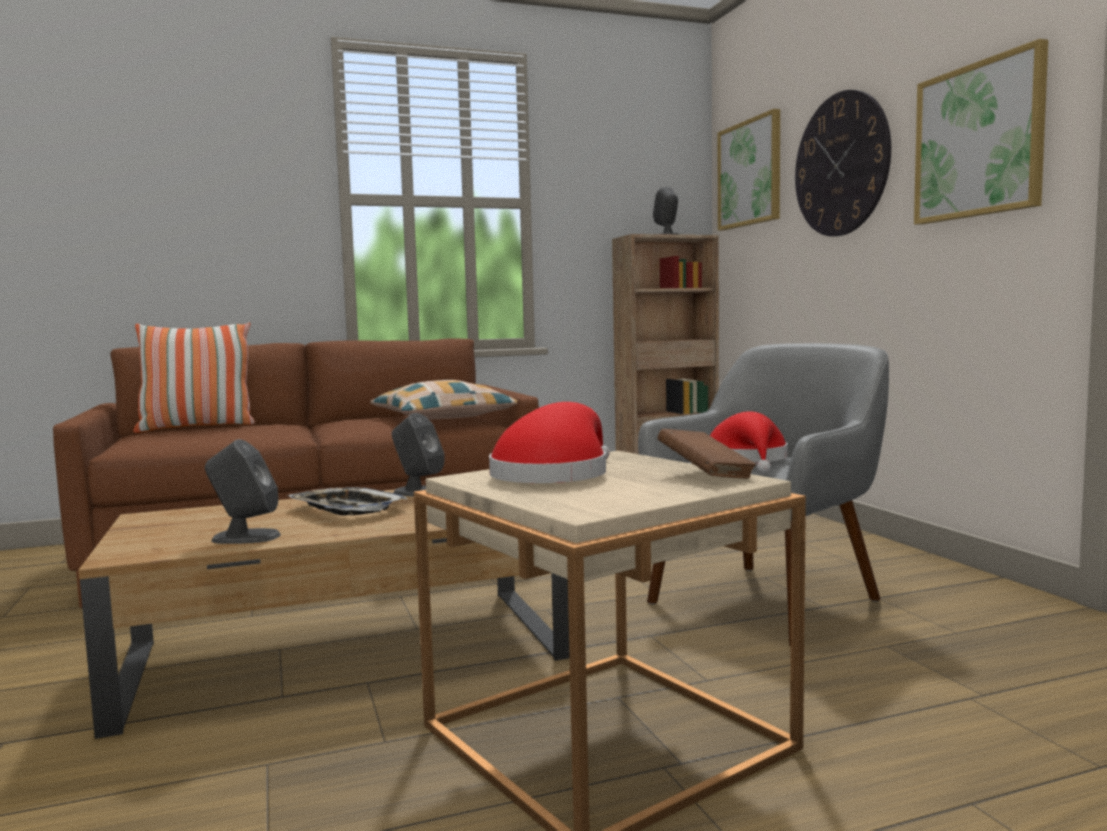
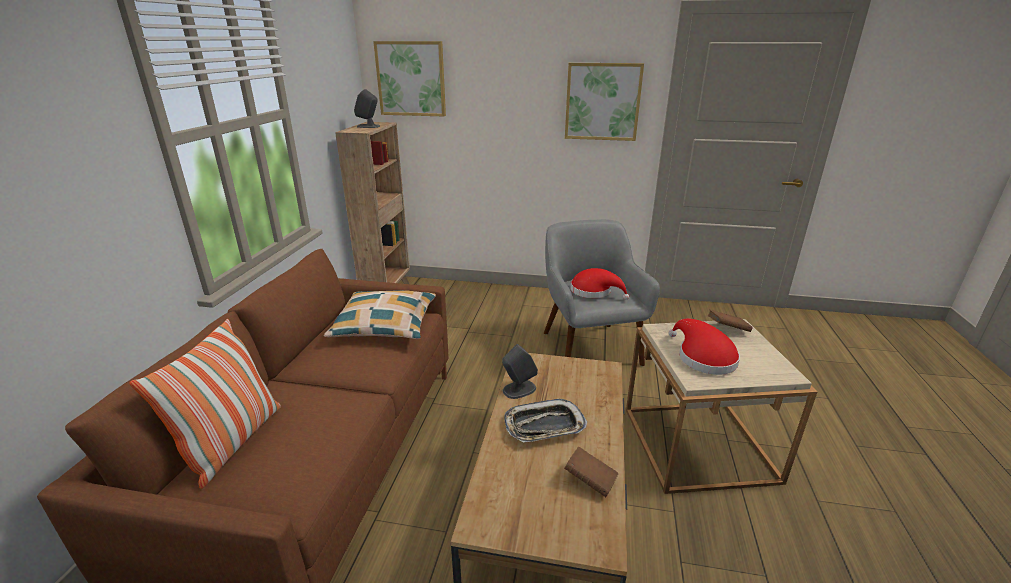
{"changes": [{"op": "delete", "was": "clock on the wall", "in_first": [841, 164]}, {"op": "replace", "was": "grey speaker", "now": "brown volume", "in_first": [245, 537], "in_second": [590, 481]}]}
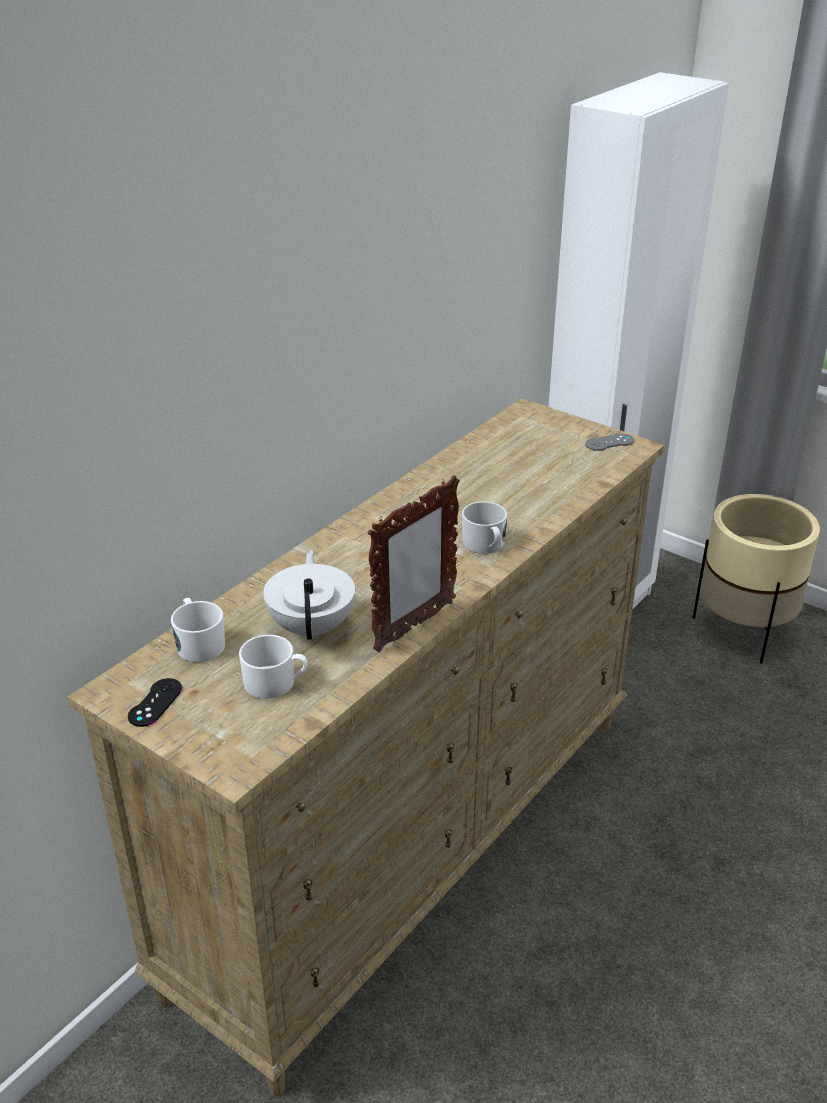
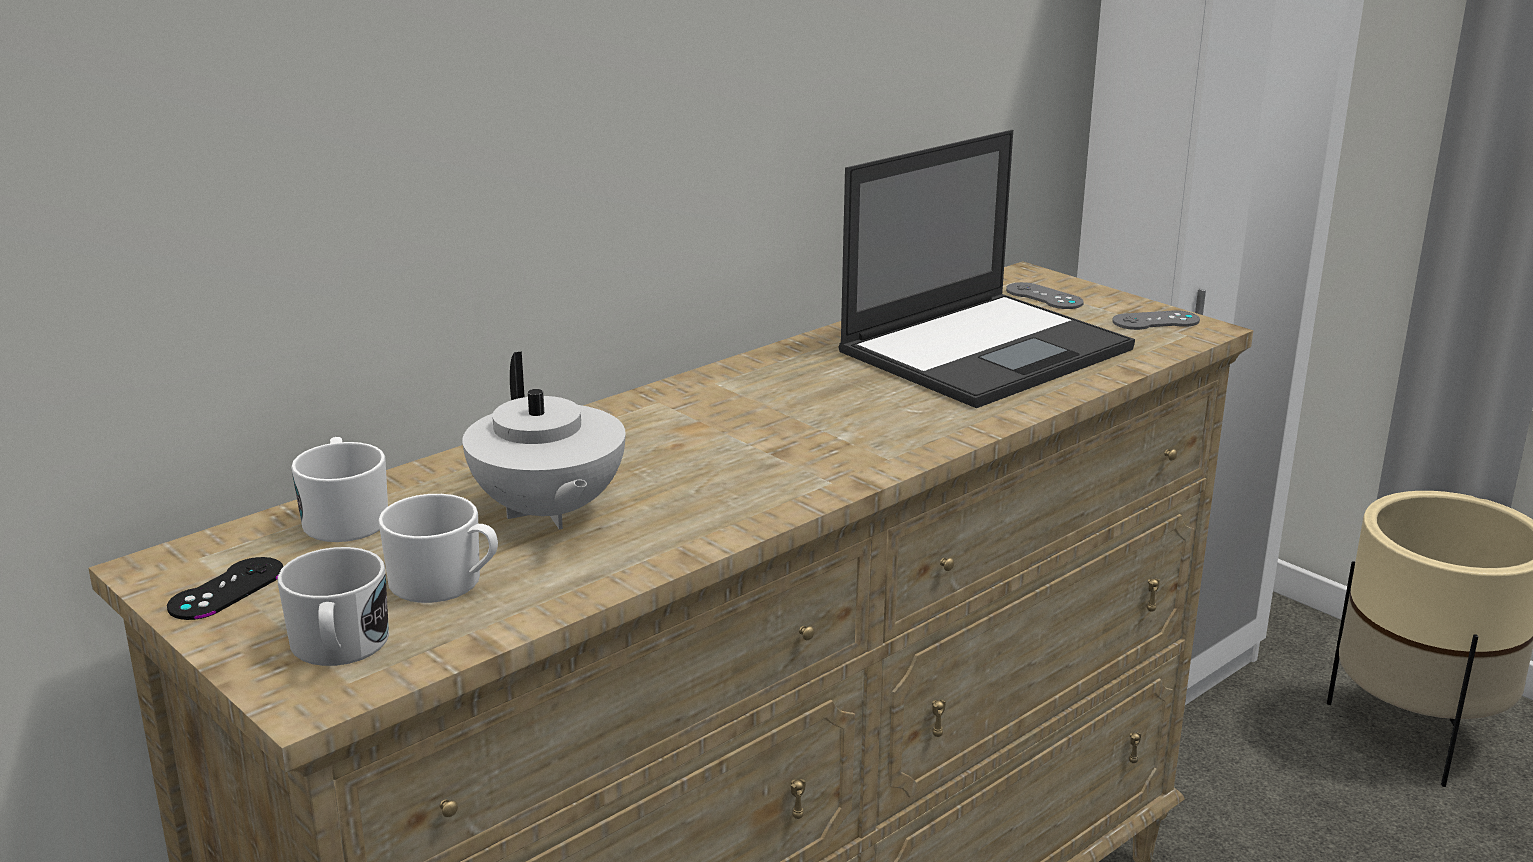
{"changes": [{"op": "delete", "was": "standing frame", "in_first": [414, 626]}, {"op": "move", "was": "white tea mug", "in_first": [485, 545], "in_second": [338, 648]}, {"op": "rotate", "was": "white teapot", "in_first": [312, 627], "in_second": [547, 512], "clockwise": 150}, {"op": "insert", "now": "laptop", "in_second": [987, 349]}, {"op": "insert", "now": "grey game controller", "in_second": [1044, 296]}]}
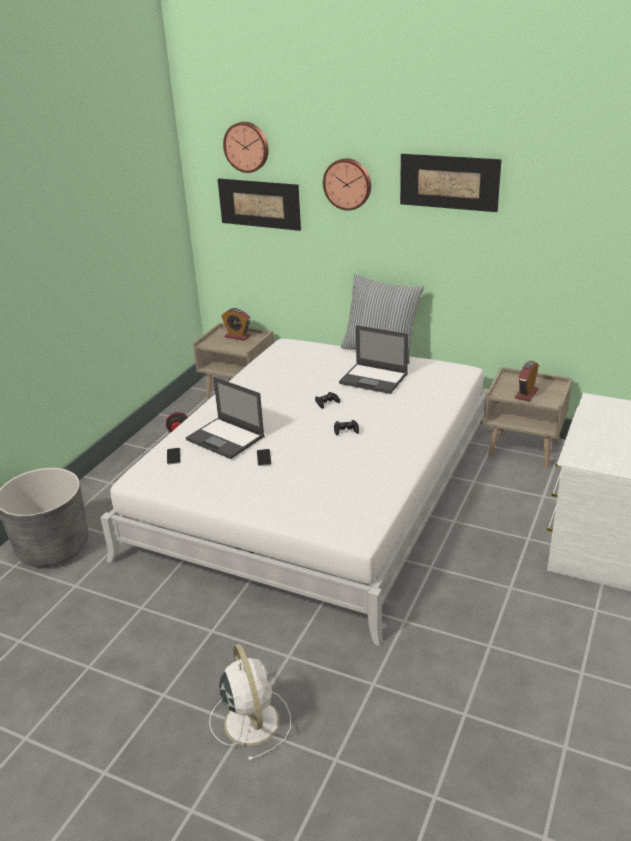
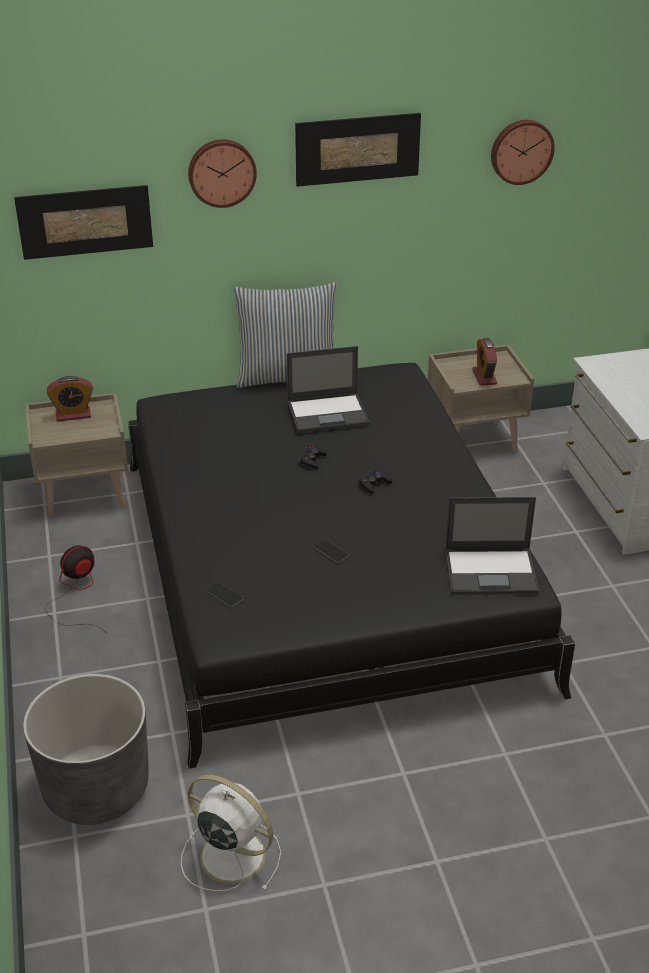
{"changes": [{"op": "move", "was": "clock on the wall", "in_first": [247, 146], "in_second": [521, 151]}, {"op": "recolor", "was": "white sleeping bed", "now": "blackish sleeping bed", "in_first": [318, 488], "in_second": [324, 570]}, {"op": "move", "was": "laptop", "in_first": [226, 438], "in_second": [492, 571]}, {"op": "move", "was": "white cooling fan", "in_first": [251, 720], "in_second": [230, 854]}]}
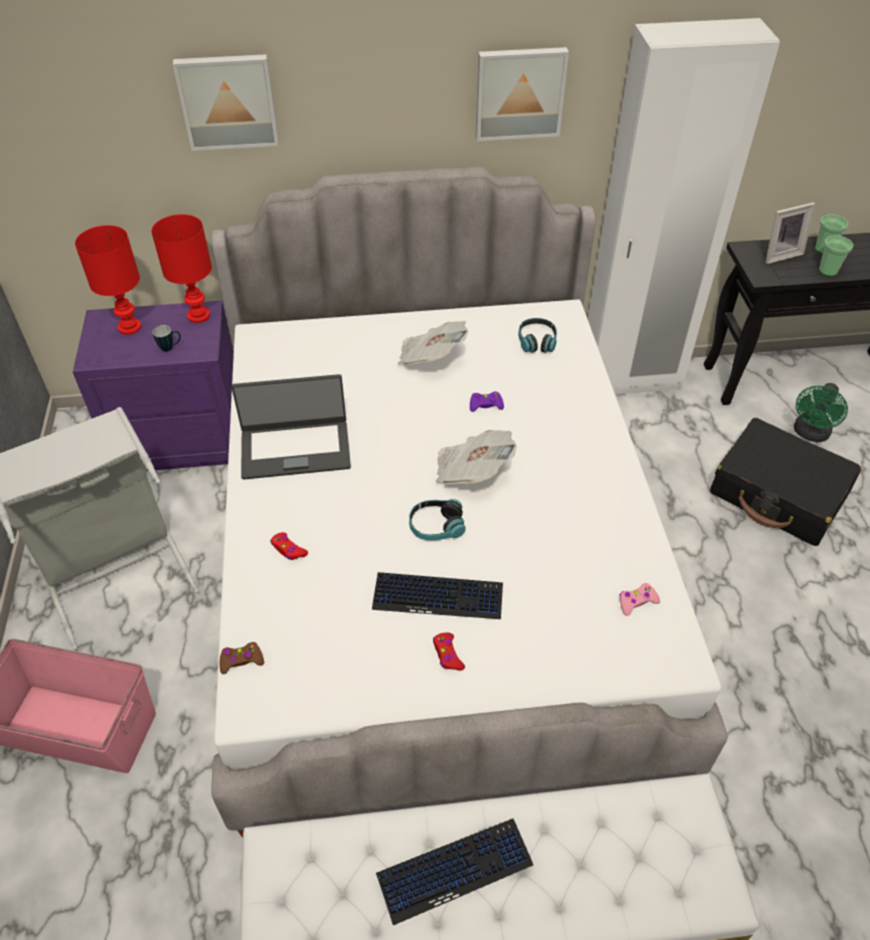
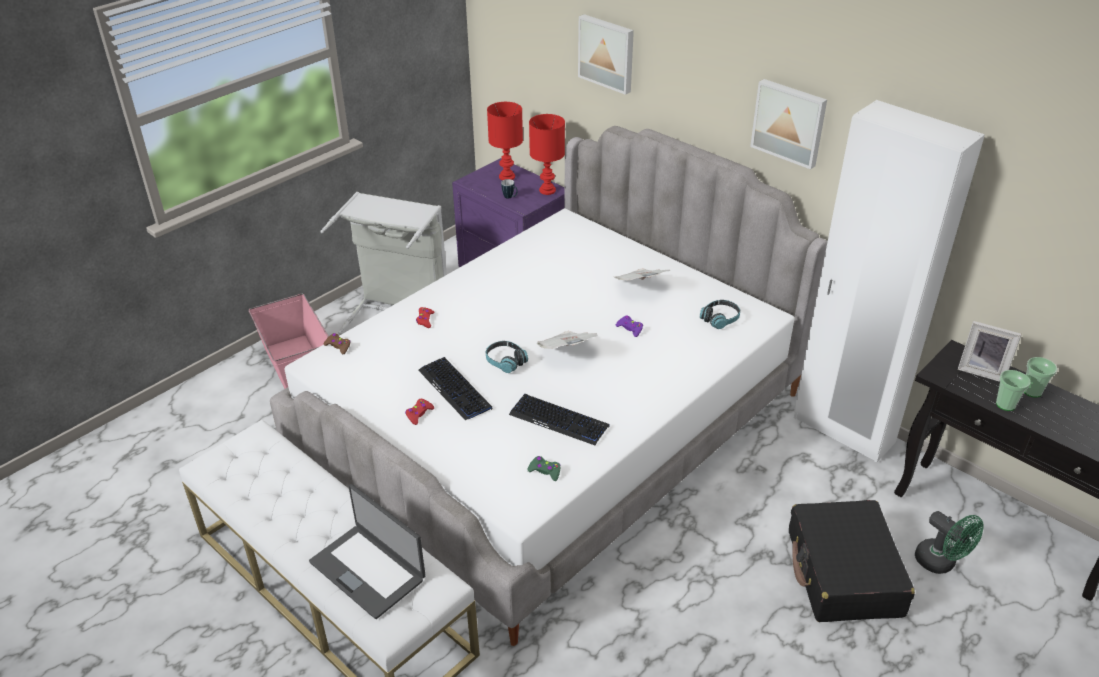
{"changes": [{"op": "move", "was": "laptop", "in_first": [295, 449], "in_second": [368, 570]}, {"op": "rotate", "was": "greenish cooling fan", "in_first": [810, 434], "in_second": [941, 563], "clockwise": -120}, {"op": "recolor", "was": "pink game controller", "now": "greenish game controller", "in_first": [636, 602], "in_second": [545, 471]}, {"op": "move", "was": "computer keyboard", "in_first": [454, 869], "in_second": [559, 420]}]}
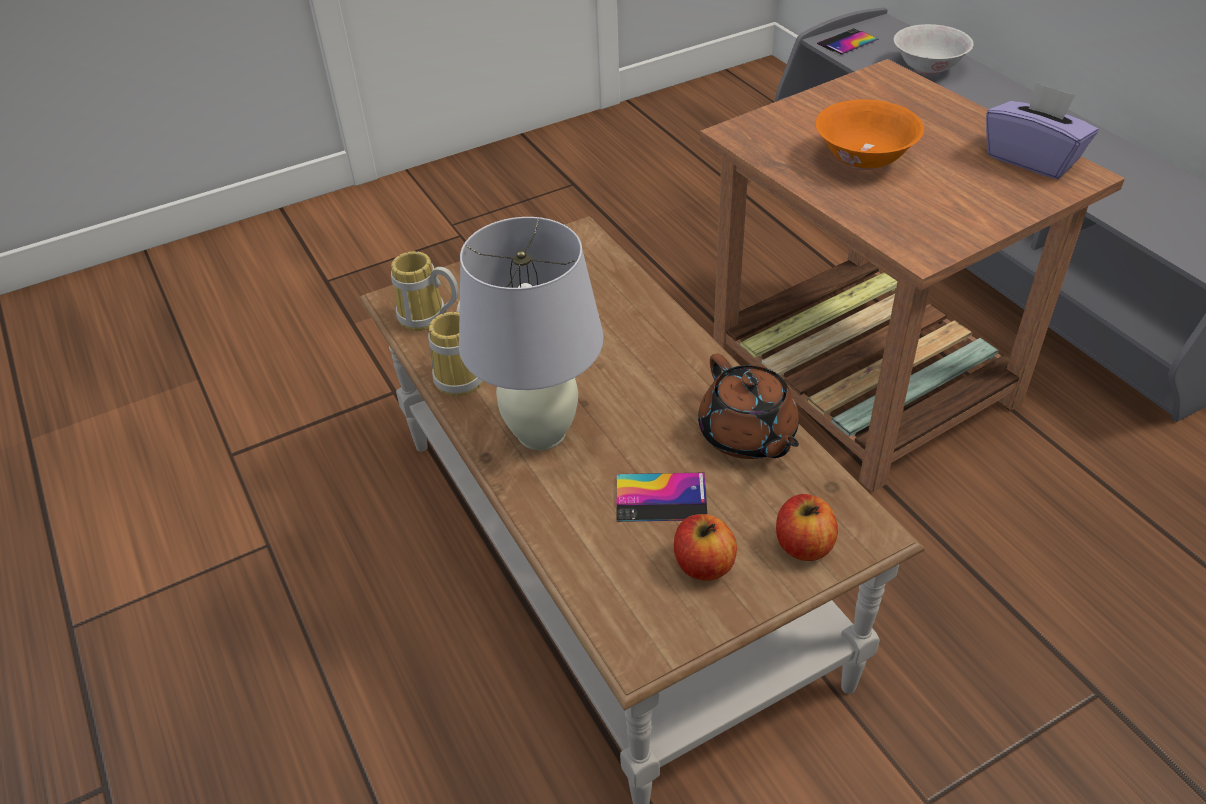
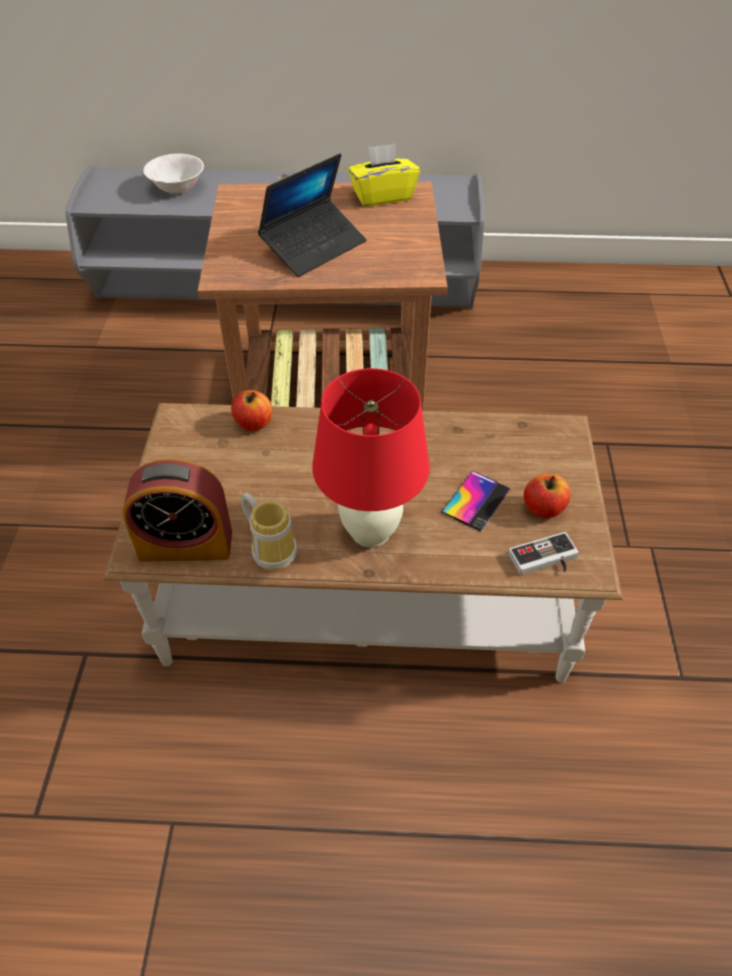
{"changes": [{"op": "delete", "was": "telephone", "in_first": [847, 42]}, {"op": "recolor", "was": "purplish tissue box", "now": "yellowish tissue box", "in_first": [1032, 159], "in_second": [382, 196]}, {"op": "replace", "was": "orange deep dish", "now": "laptop", "in_first": [864, 159], "in_second": [314, 247]}, {"op": "recolor", "was": "white tabletop lamp", "now": "reddish tabletop lamp", "in_first": [541, 432], "in_second": [370, 532]}, {"op": "replace", "was": "tea mug", "now": "bedside clock", "in_first": [427, 320], "in_second": [185, 544]}, {"op": "delete", "was": "brown teapot", "in_first": [748, 436]}, {"op": "move", "was": "apple fruit", "in_first": [803, 545], "in_second": [253, 423]}, {"op": "insert", "now": "game controller", "in_second": [545, 561]}]}
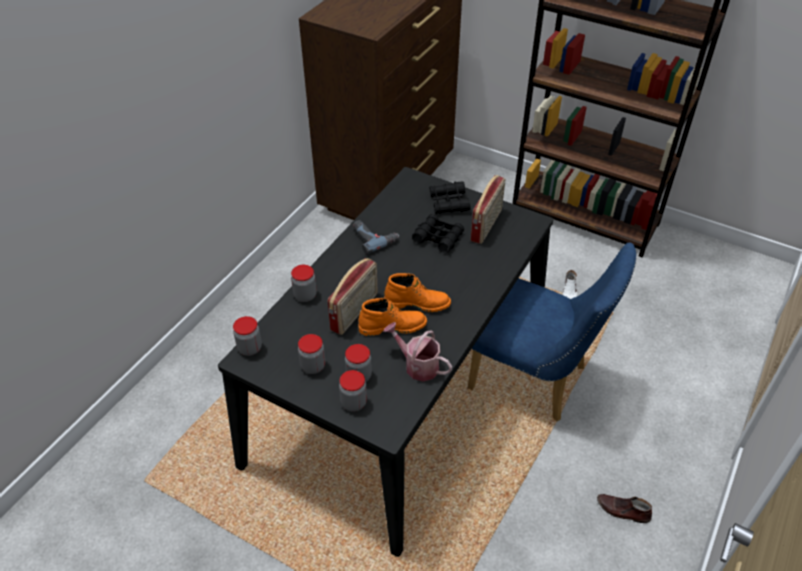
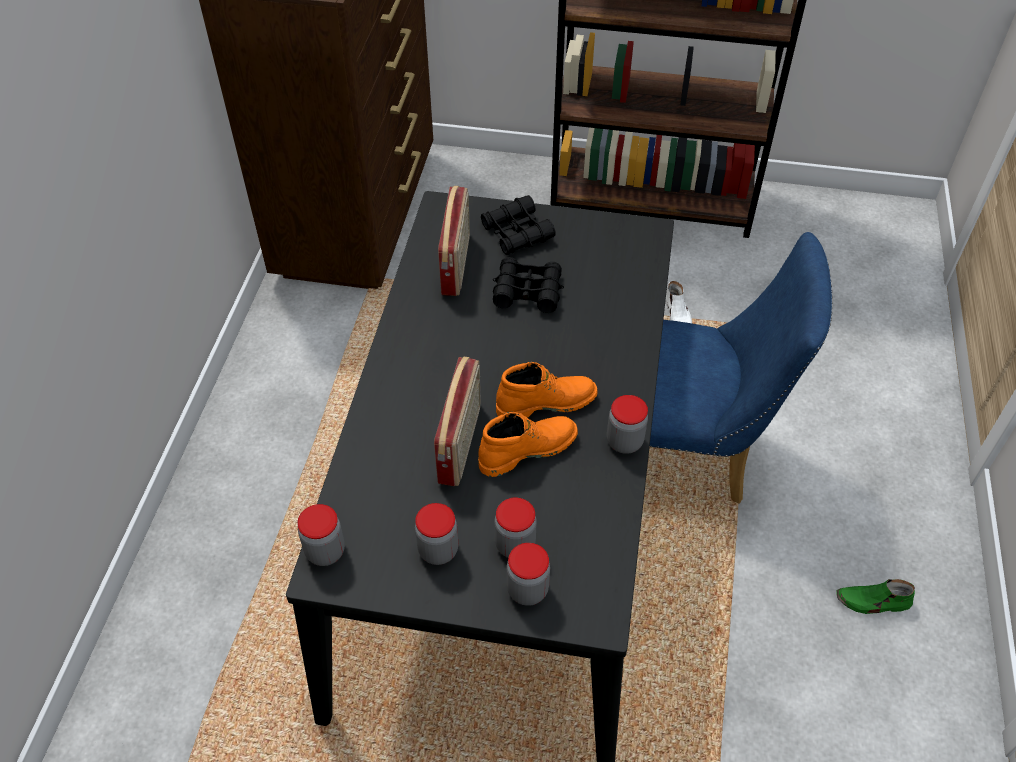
{"changes": [{"op": "move", "was": "radio set", "in_first": [487, 225], "in_second": [456, 264]}, {"op": "delete", "was": "electric drill", "in_first": [374, 237]}, {"op": "move", "was": "preserve jar", "in_first": [305, 295], "in_second": [624, 441]}, {"op": "delete", "was": "watering pot", "in_first": [417, 365]}, {"op": "recolor", "was": "brown low shoe", "now": "greenish low shoe", "in_first": [622, 511], "in_second": [873, 602]}]}
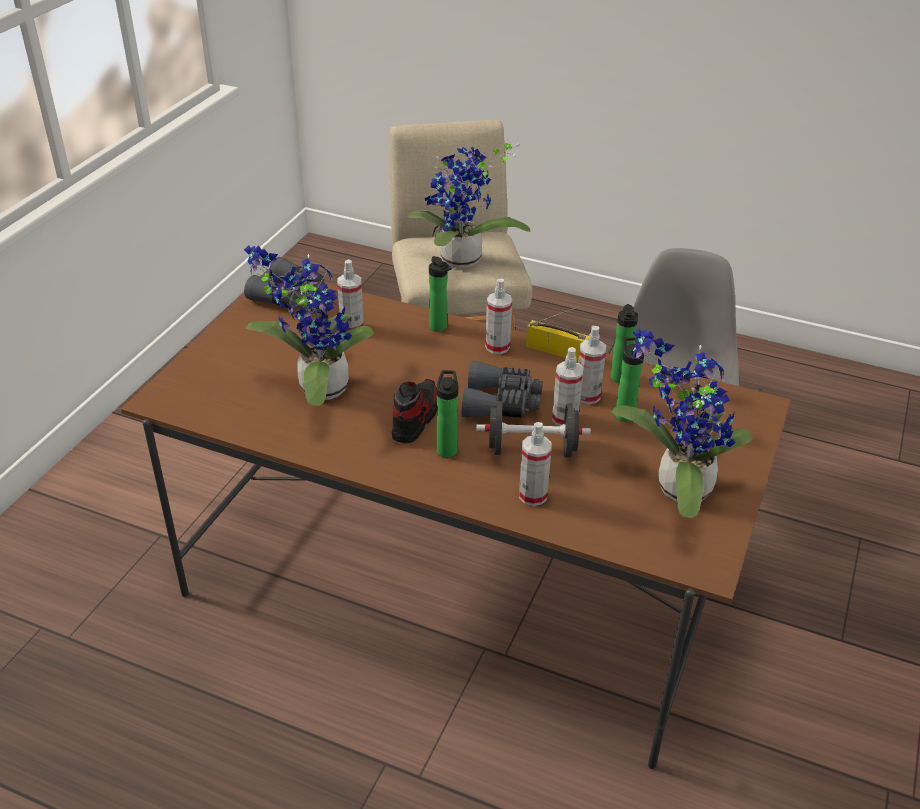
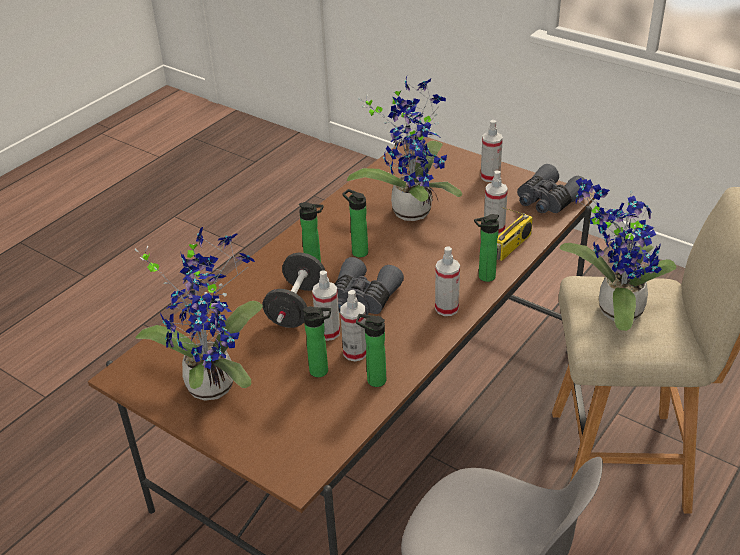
{"changes": [{"op": "move", "was": "radio set", "in_first": [558, 351], "in_second": [512, 246]}, {"op": "replace", "was": "low shoe", "now": "drink bottle", "in_first": [415, 418], "in_second": [357, 251]}, {"op": "move", "was": "spray bottle", "in_first": [533, 495], "in_second": [490, 176]}]}
